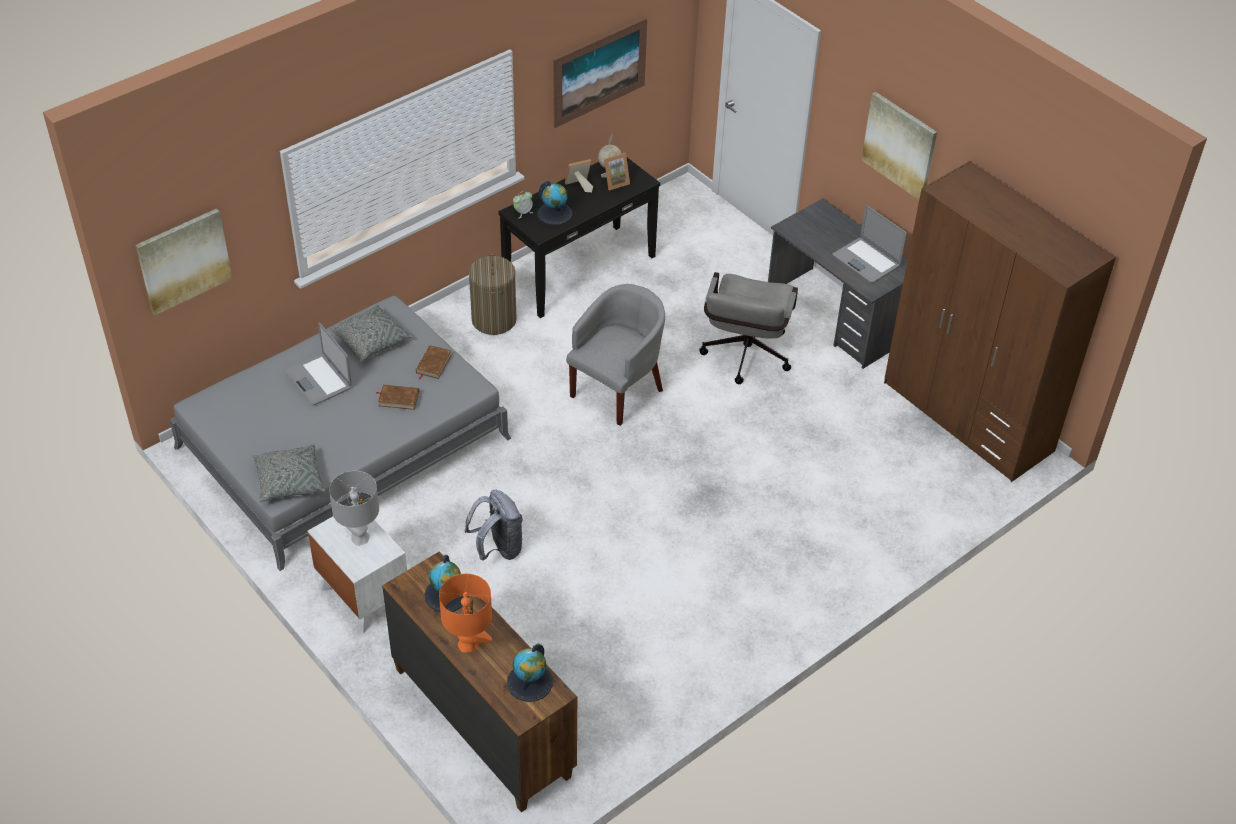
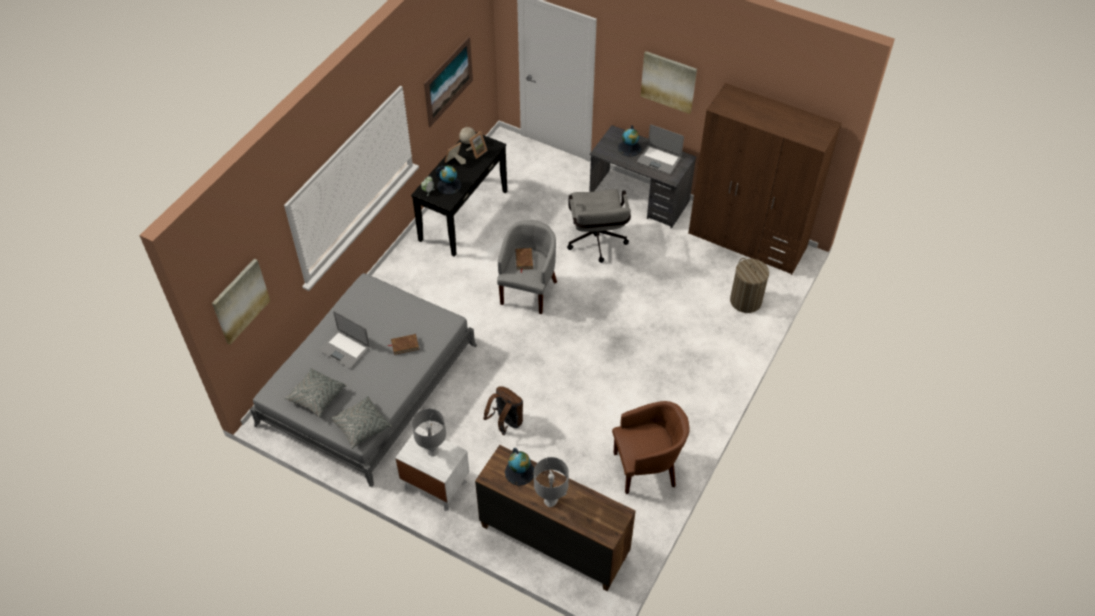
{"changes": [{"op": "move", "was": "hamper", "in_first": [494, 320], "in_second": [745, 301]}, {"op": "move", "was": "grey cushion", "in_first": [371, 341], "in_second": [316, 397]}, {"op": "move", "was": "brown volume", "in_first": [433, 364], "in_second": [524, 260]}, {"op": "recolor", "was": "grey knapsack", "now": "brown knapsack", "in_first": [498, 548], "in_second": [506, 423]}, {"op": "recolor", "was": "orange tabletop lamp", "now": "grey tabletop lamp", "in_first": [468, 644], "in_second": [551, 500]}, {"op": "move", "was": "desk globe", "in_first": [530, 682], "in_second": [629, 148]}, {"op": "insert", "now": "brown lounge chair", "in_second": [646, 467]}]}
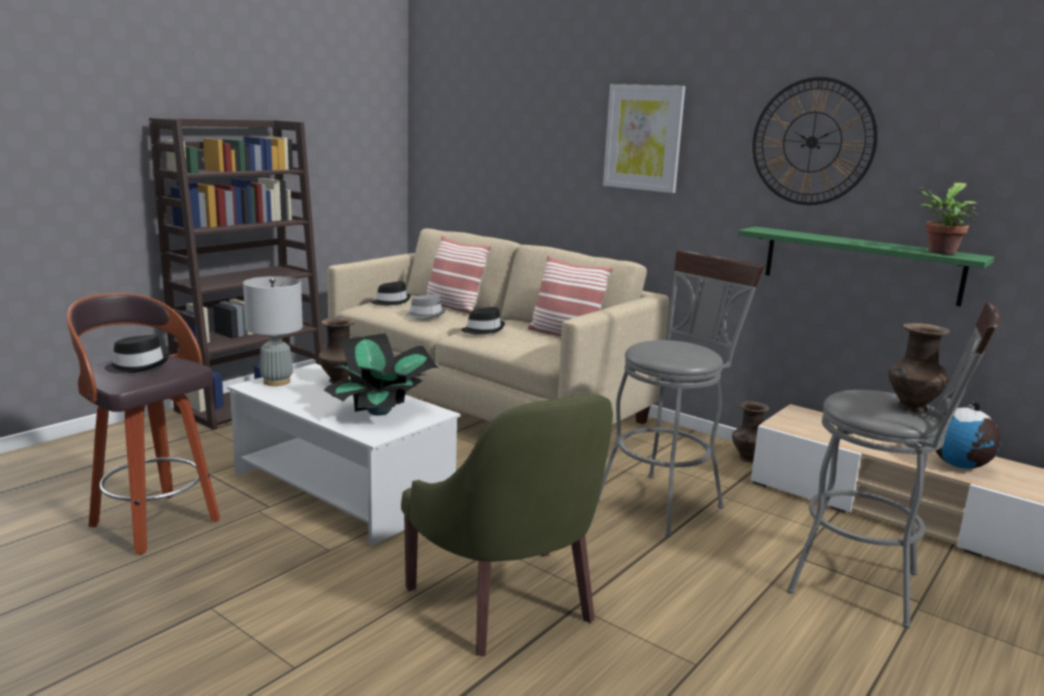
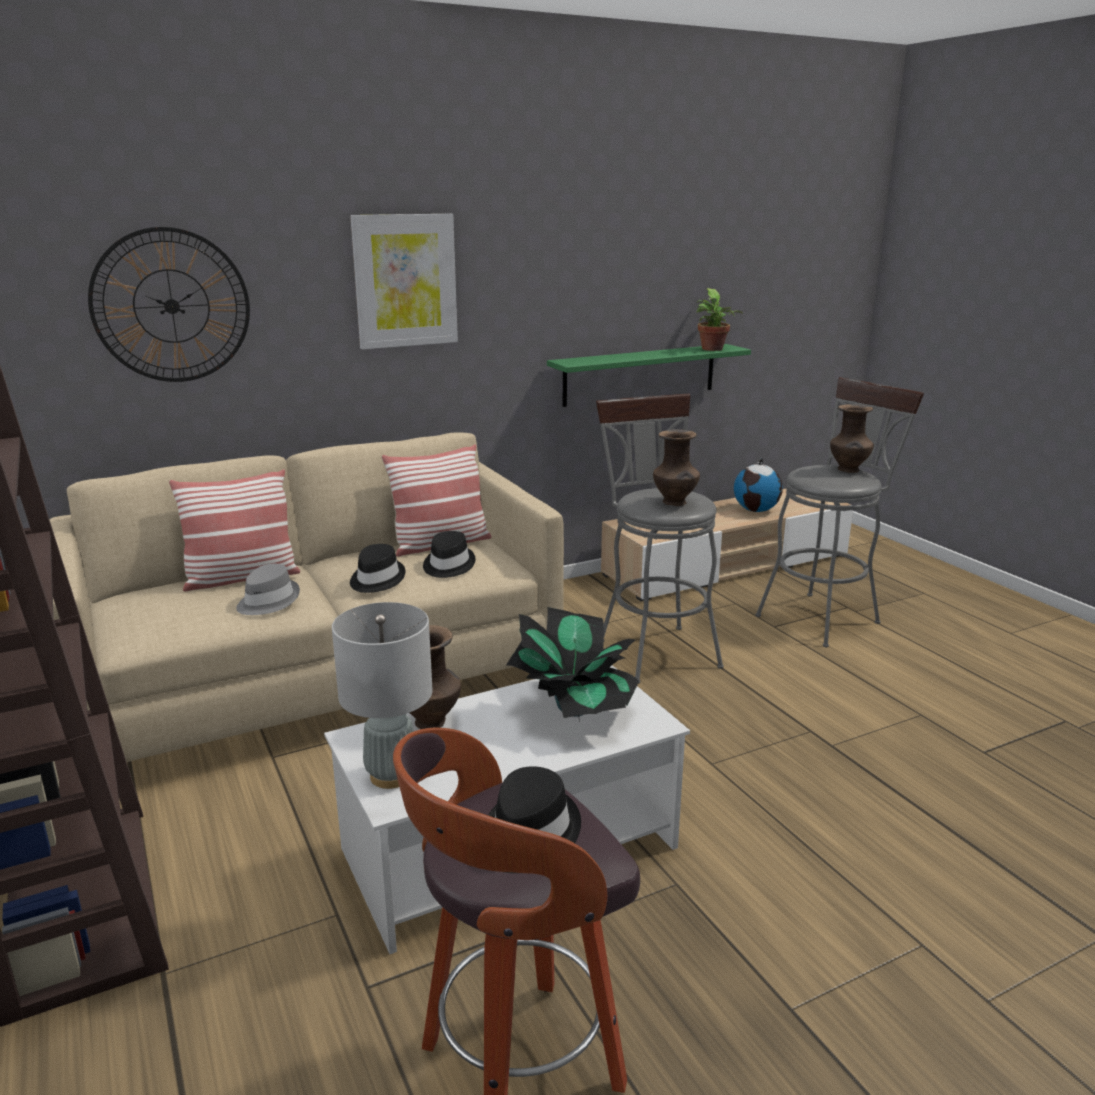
{"changes": [{"op": "move", "was": "clock on the wall", "in_first": [812, 142], "in_second": [171, 306]}, {"op": "move", "was": "blackish hat", "in_first": [391, 302], "in_second": [447, 565]}, {"op": "delete", "was": "greenish lounge chair", "in_first": [508, 603]}, {"op": "move", "was": "brown decorative vase", "in_first": [747, 459], "in_second": [675, 503]}]}
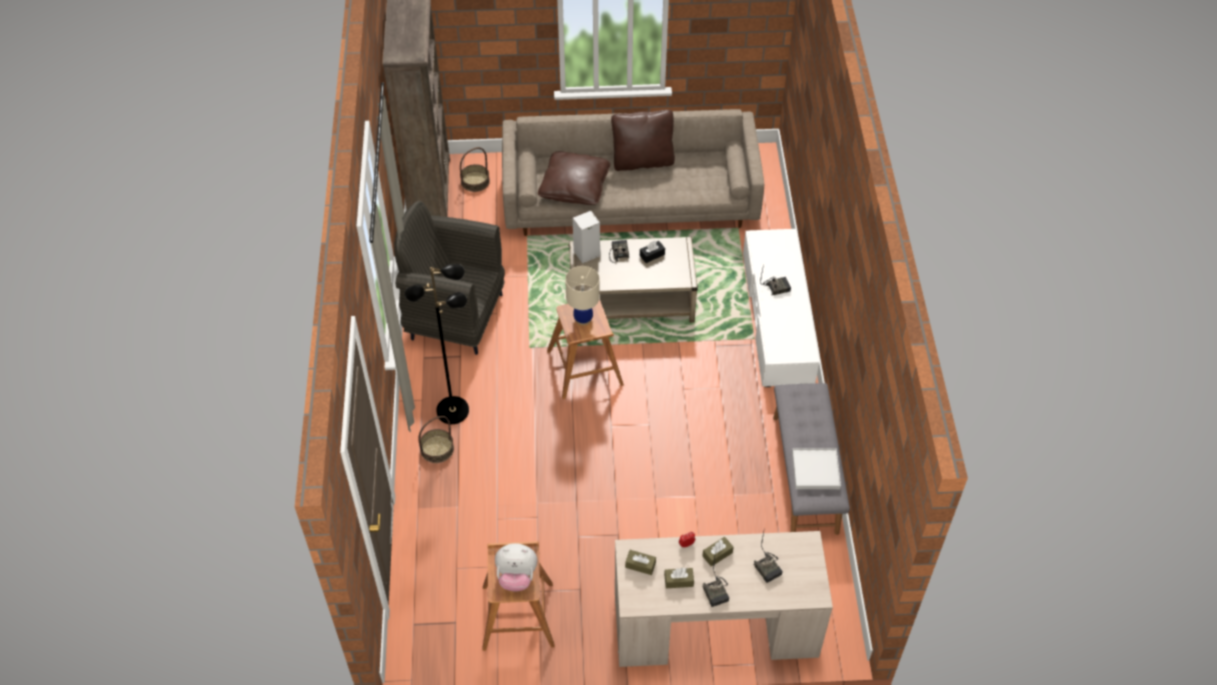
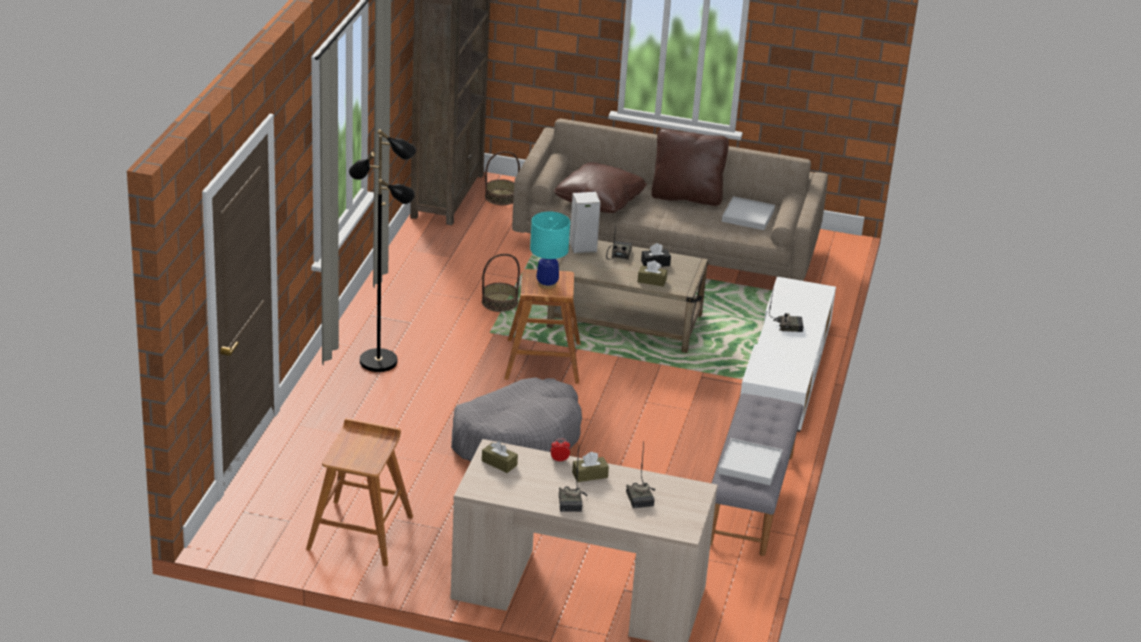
{"changes": [{"op": "delete", "was": "grey lounge chair", "in_first": [455, 316]}, {"op": "recolor", "was": "sand-coloured tabletop lamp", "now": "turquoise-coloured tabletop lamp", "in_first": [583, 319], "in_second": [547, 284]}, {"op": "move", "was": "household basket", "in_first": [437, 449], "in_second": [499, 302]}, {"op": "delete", "was": "plush toy", "in_first": [516, 577]}, {"op": "move", "was": "brown tissue box", "in_first": [678, 581], "in_second": [652, 281]}, {"op": "insert", "now": "white carrying tray", "in_second": [748, 216]}, {"op": "insert", "now": "grey pet bed", "in_second": [517, 439]}]}
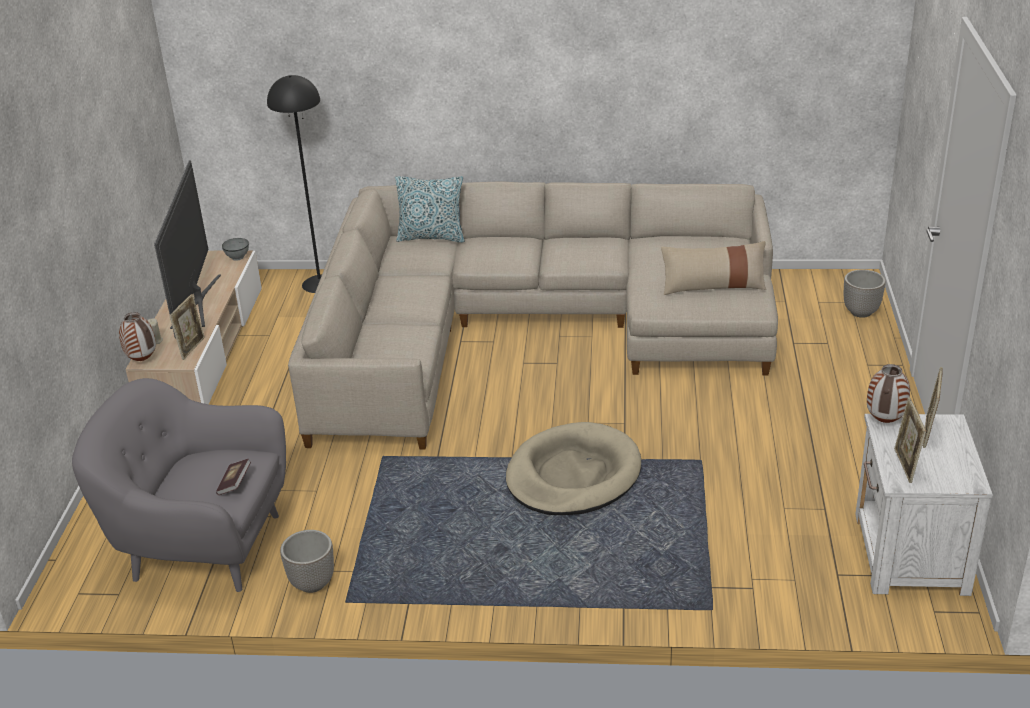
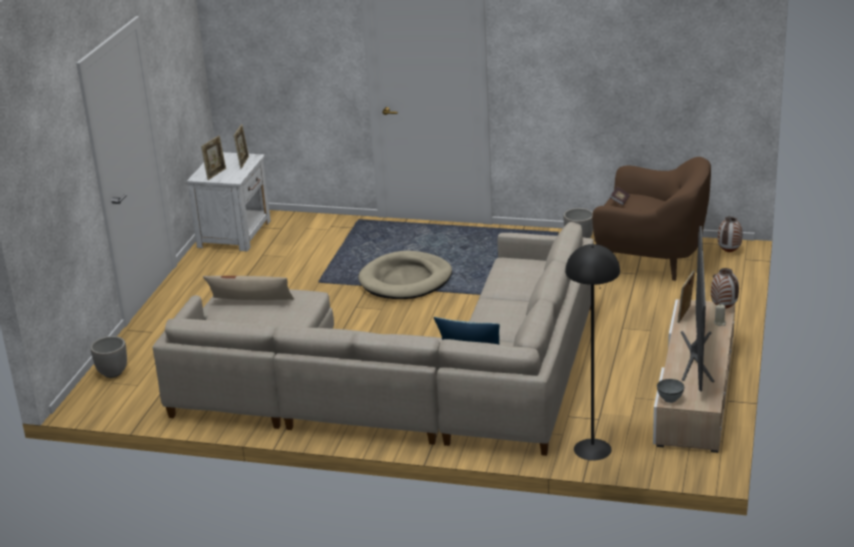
{"changes": [{"op": "move", "was": "decorative vase", "in_first": [884, 421], "in_second": [729, 252]}, {"op": "recolor", "was": "grey lounge chair", "now": "brown lounge chair", "in_first": [202, 546], "in_second": [651, 260]}]}
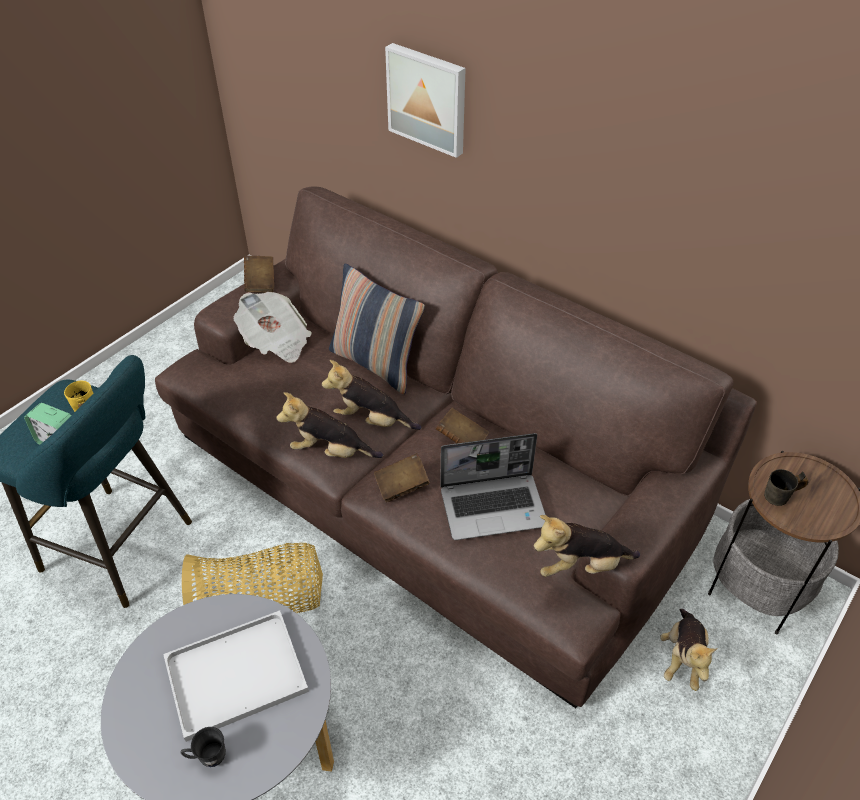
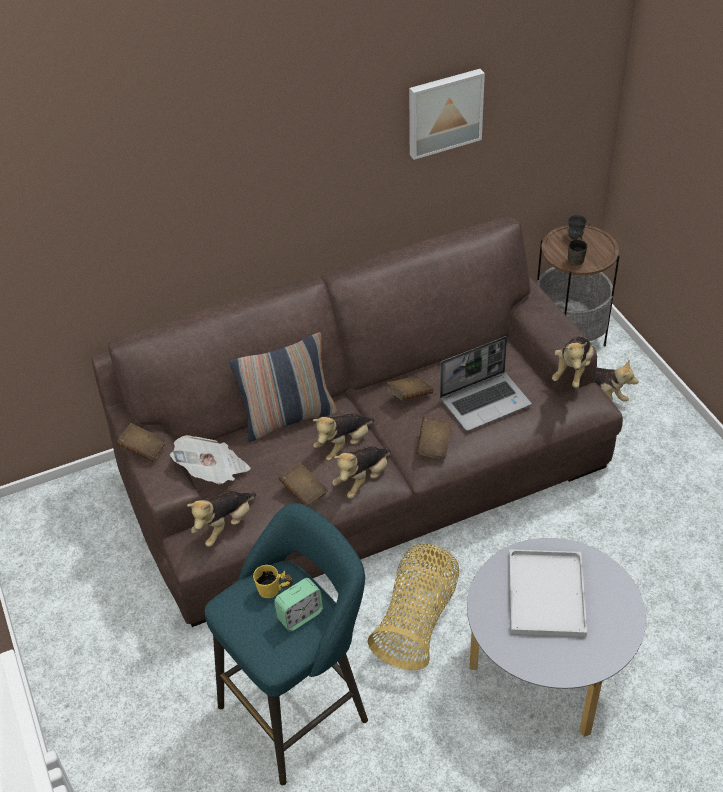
{"changes": [{"op": "move", "was": "picture", "in_first": [428, 98], "in_second": [444, 112]}, {"op": "rotate", "was": "laptop", "in_first": [494, 506], "in_second": [485, 401], "clockwise": 45}, {"op": "move", "was": "grey tea mug", "in_first": [207, 757], "in_second": [574, 238]}, {"op": "insert", "now": "brown volume", "in_second": [304, 492]}, {"op": "insert", "now": "plush toy", "in_second": [225, 526]}]}
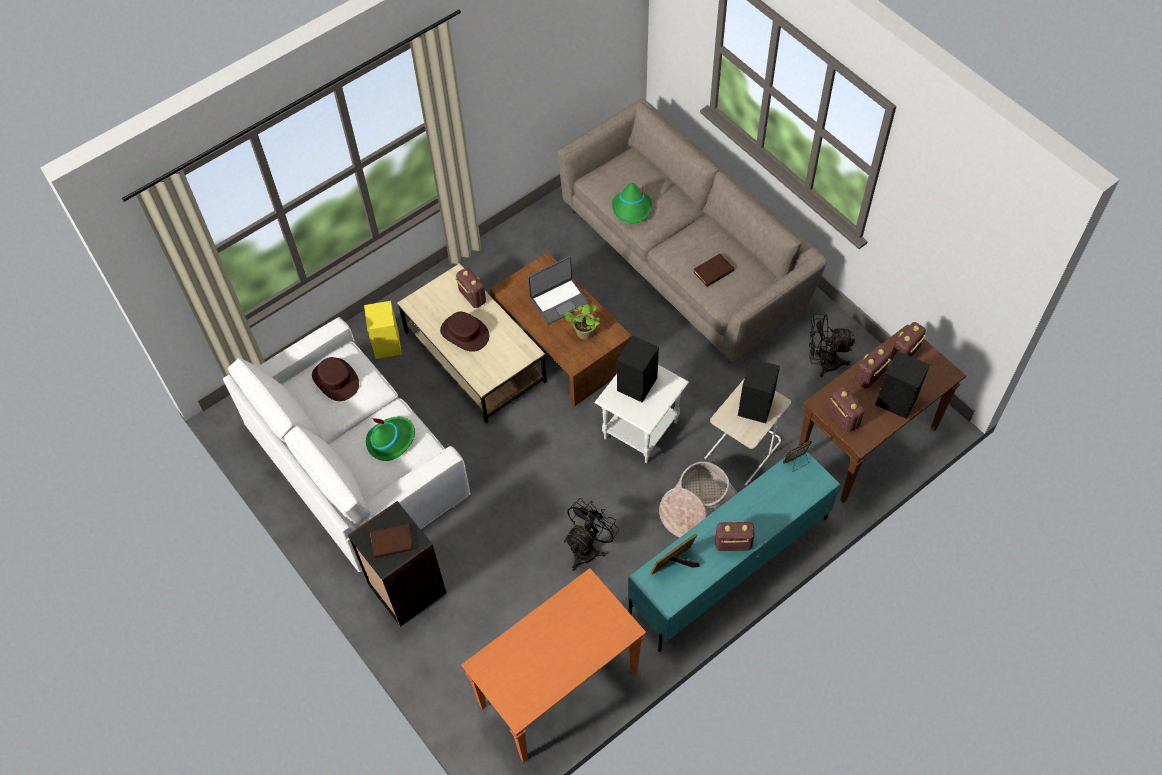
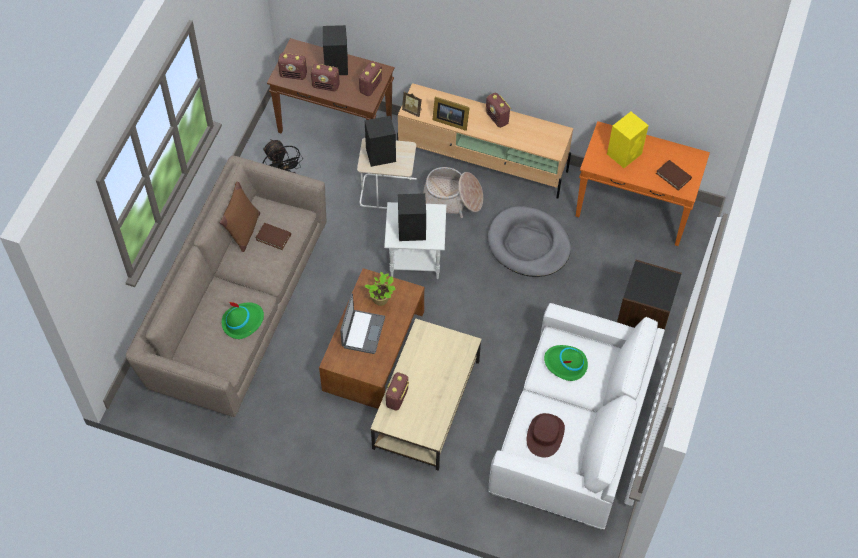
{"changes": [{"op": "rotate", "was": "laptop", "in_first": [559, 301], "in_second": [362, 332], "clockwise": 75}, {"op": "move", "was": "yellowish speaker", "in_first": [387, 345], "in_second": [624, 153]}, {"op": "delete", "was": "brown hat", "in_first": [465, 333]}, {"op": "recolor", "was": "turquoise-coloured tv stand", "now": "sand-coloured tv stand", "in_first": [728, 567], "in_second": [483, 162]}, {"op": "replace", "was": "blackish cooling fan", "now": "grey pet bed", "in_first": [588, 548], "in_second": [528, 244]}, {"op": "move", "was": "brown volume", "in_first": [392, 542], "in_second": [673, 176]}, {"op": "move", "was": "standing frame", "in_first": [676, 564], "in_second": [450, 121]}, {"op": "insert", "now": "brown cushion", "in_second": [243, 231]}]}
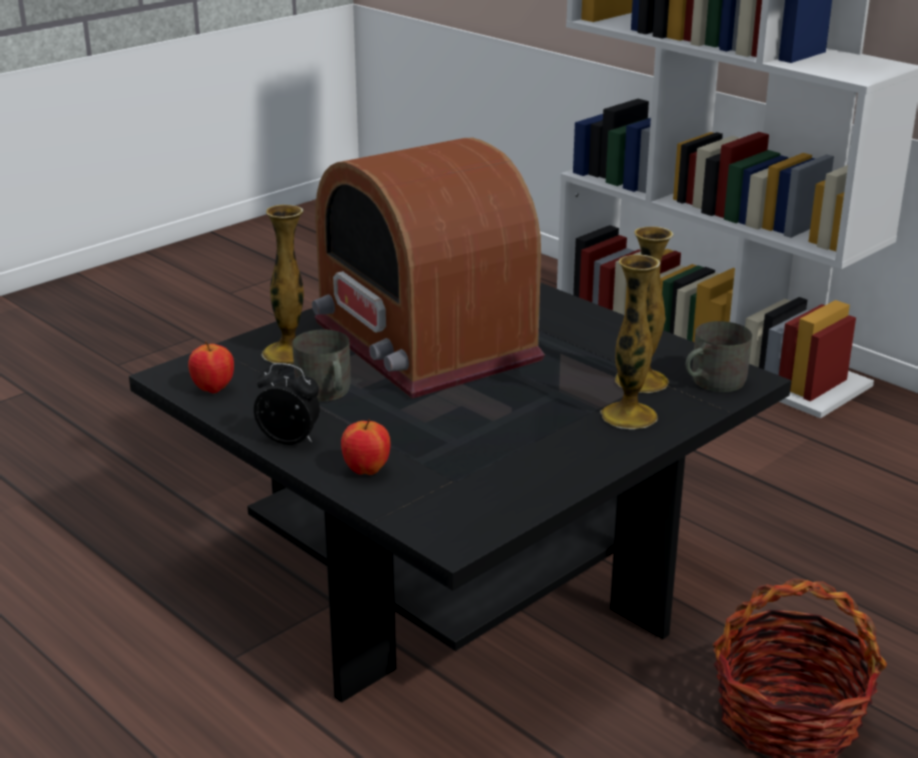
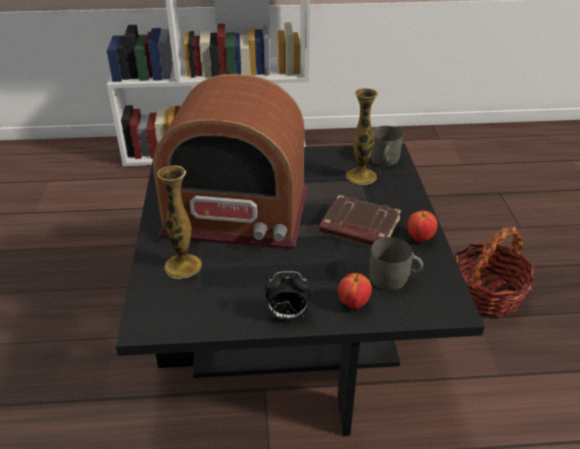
{"changes": [{"op": "delete", "was": "decorative vase", "in_first": [629, 416]}, {"op": "move", "was": "grey tea mug", "in_first": [325, 393], "in_second": [394, 279]}, {"op": "move", "was": "apple fruit", "in_first": [213, 389], "in_second": [420, 238]}, {"op": "rotate", "was": "bedside clock", "in_first": [291, 440], "in_second": [287, 315], "clockwise": -150}, {"op": "insert", "now": "brown volume", "in_second": [358, 228]}]}
